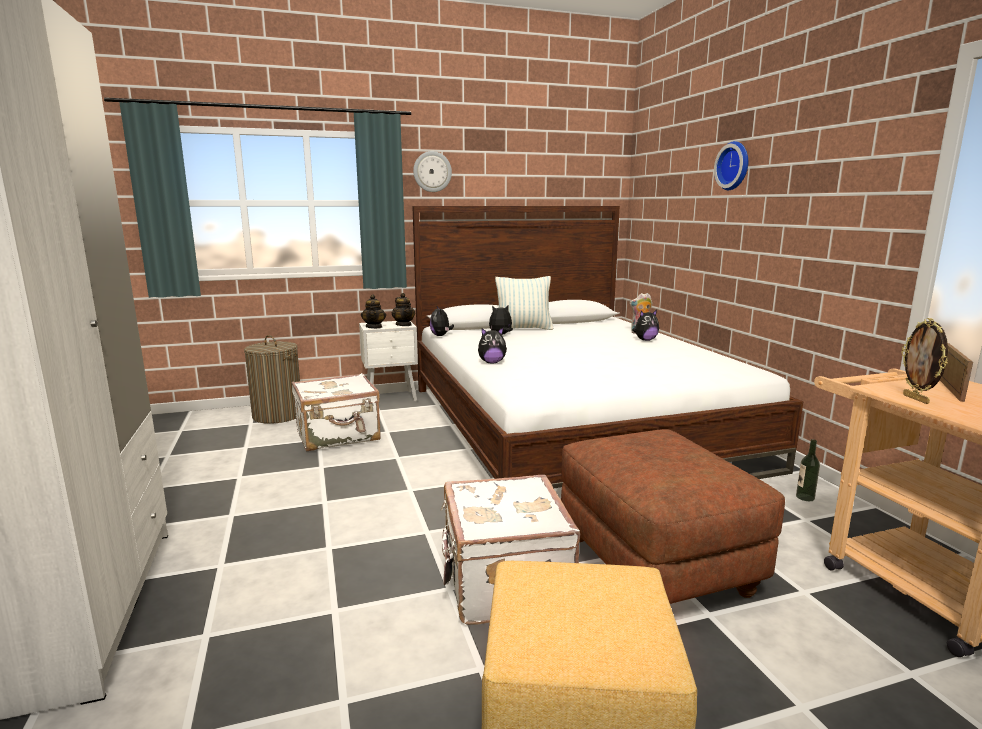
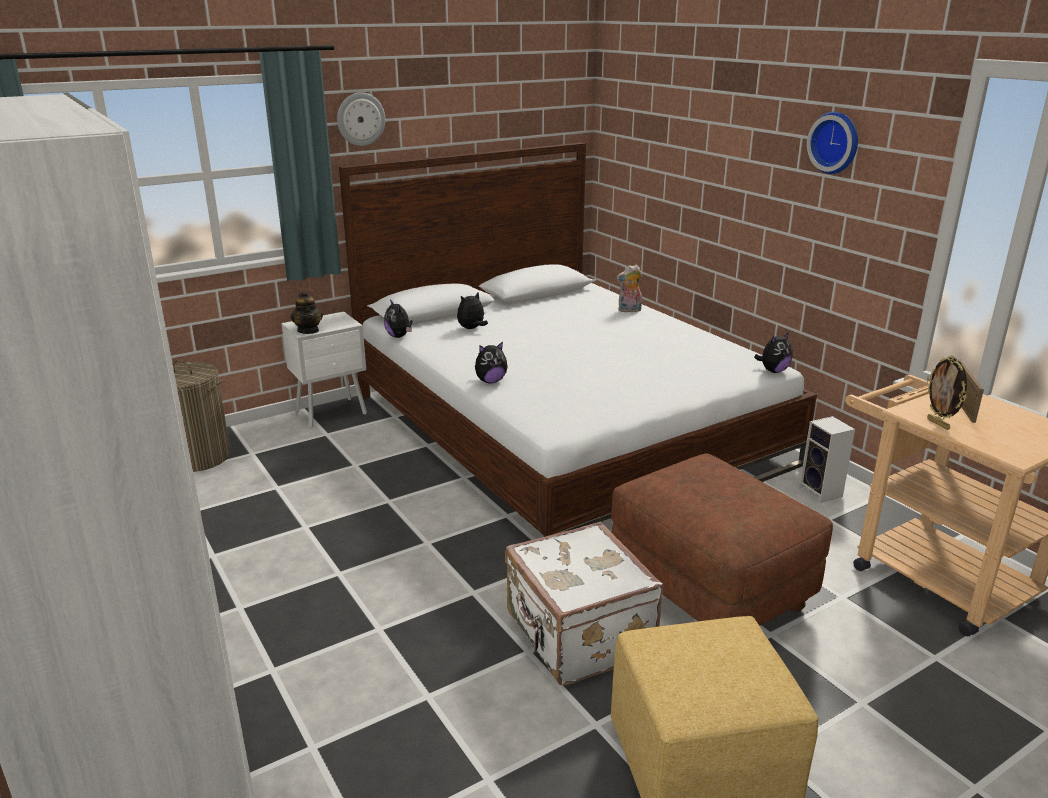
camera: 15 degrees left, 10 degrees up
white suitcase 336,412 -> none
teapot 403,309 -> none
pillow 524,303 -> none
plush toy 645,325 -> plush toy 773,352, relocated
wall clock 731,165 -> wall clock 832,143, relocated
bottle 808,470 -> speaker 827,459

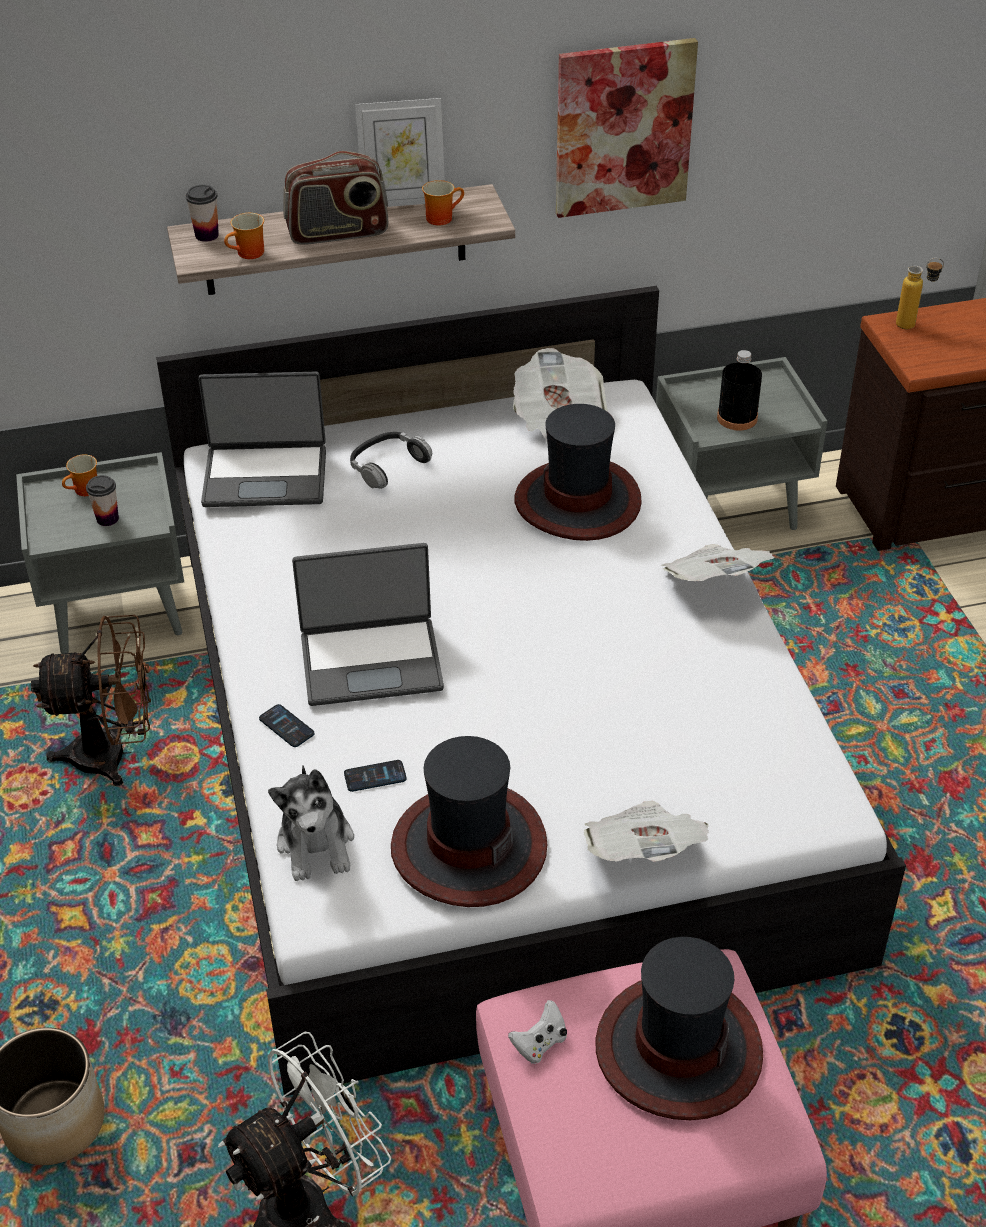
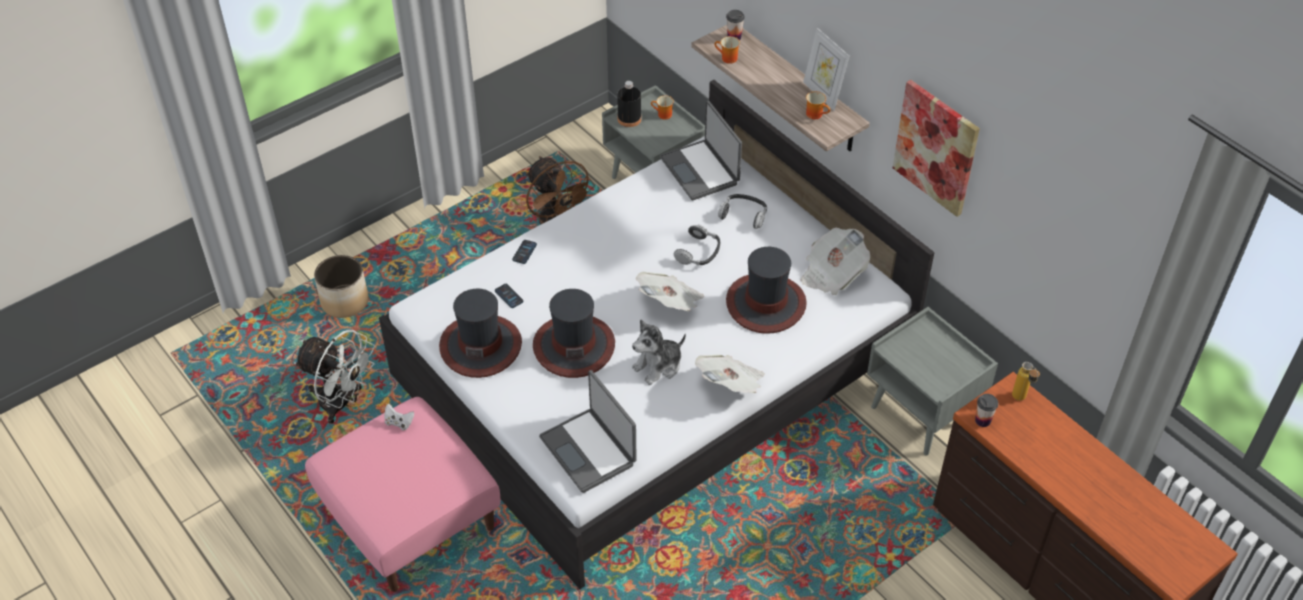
camera: 65 degrees right, 5 degrees up
cup 102,500 -> cup 986,410, relocated
plush toy 311,823 -> plush toy 659,352, relocated
radio 335,198 -> none
laptop 368,624 -> laptop 588,431, relocated
newspaper 646,831 -> newspaper 670,291, relocated
hat 679,1028 -> hat 574,333, relocated
black bottle 739,390 -> black bottle 629,104, relocated
none -> headphones 697,244

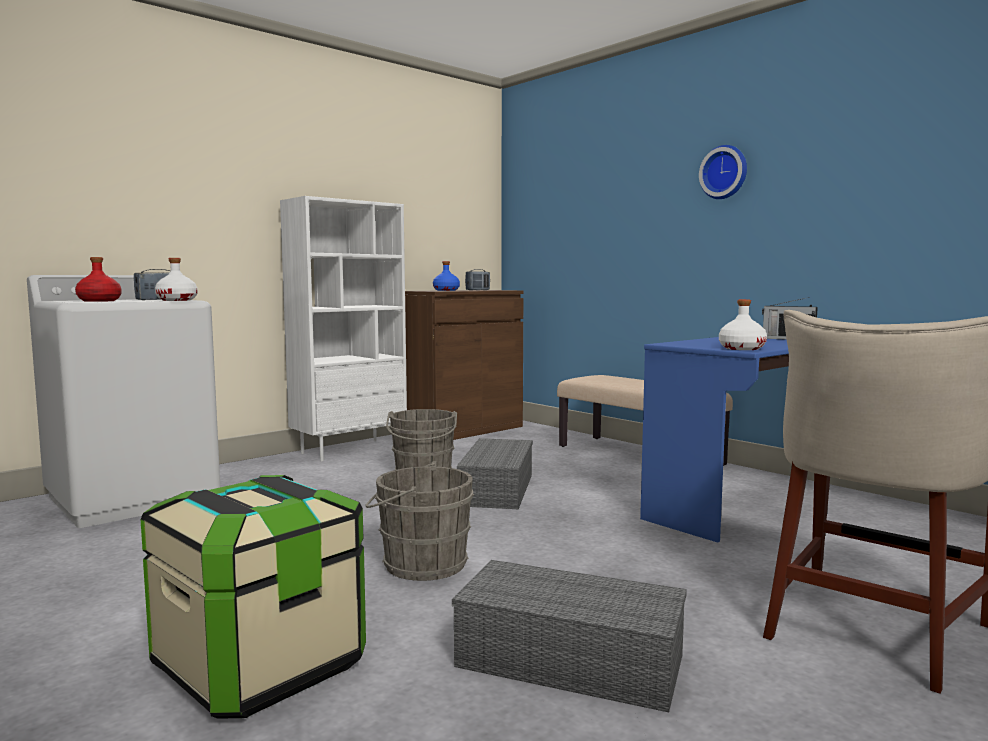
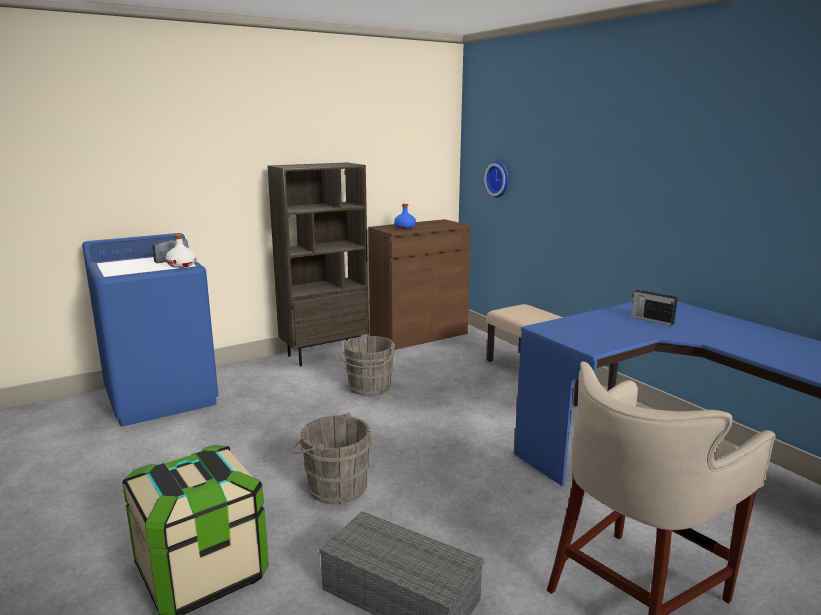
camera: 10 degrees right, 10 degrees up
white washing machine 123,401 -> blue washing machine 150,330
red bottle 98,279 -> none
white bookcase 343,328 -> brown bookcase 318,264
grey storage box 495,473 -> none
radio 477,279 -> none
wall clock 723,172 -> wall clock 496,179, relocated
white bottle 743,324 -> none

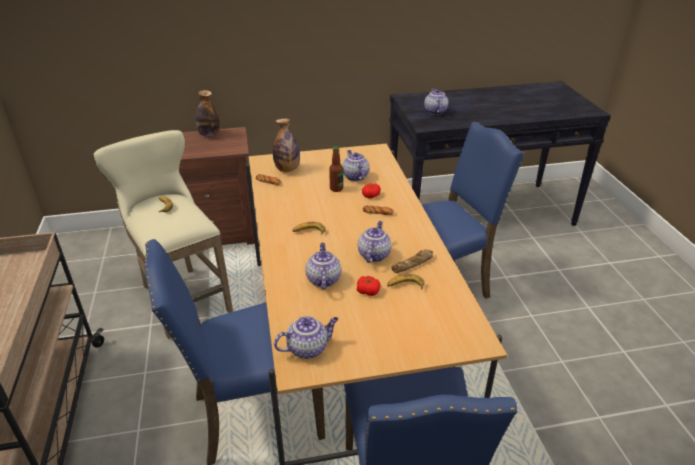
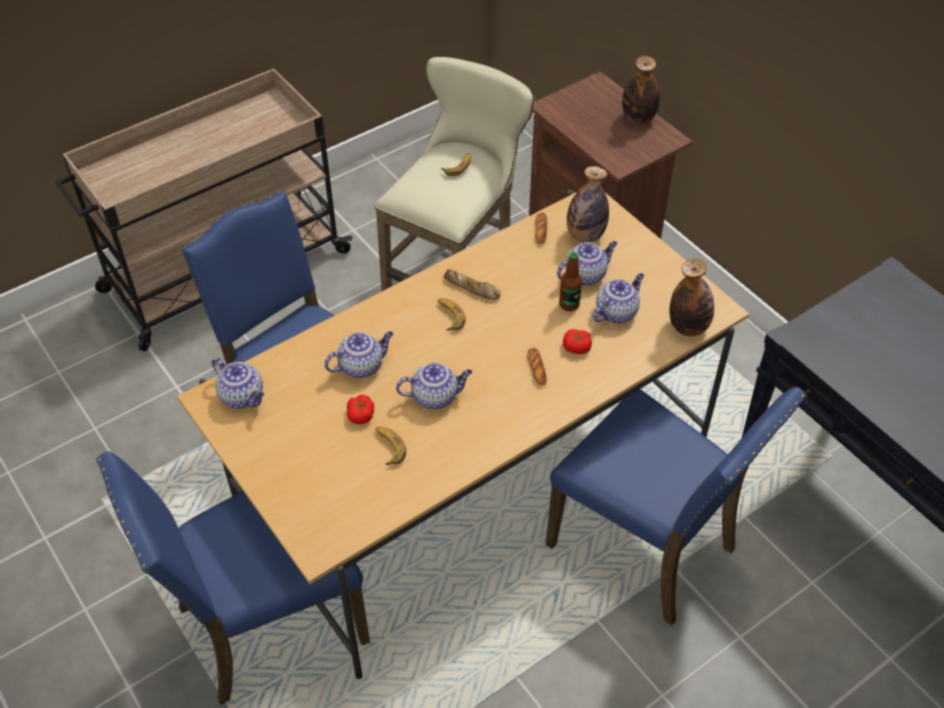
camera: 65 degrees right, 15 degrees up
bread 412,261 -> bread 472,284, relocated
teapot 436,101 -> teapot 587,263, relocated
none -> bottle 691,297

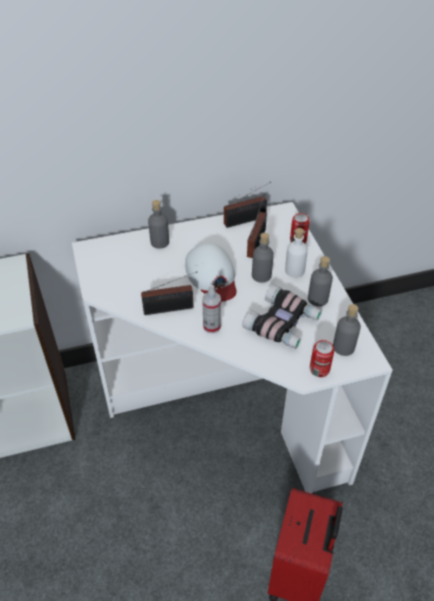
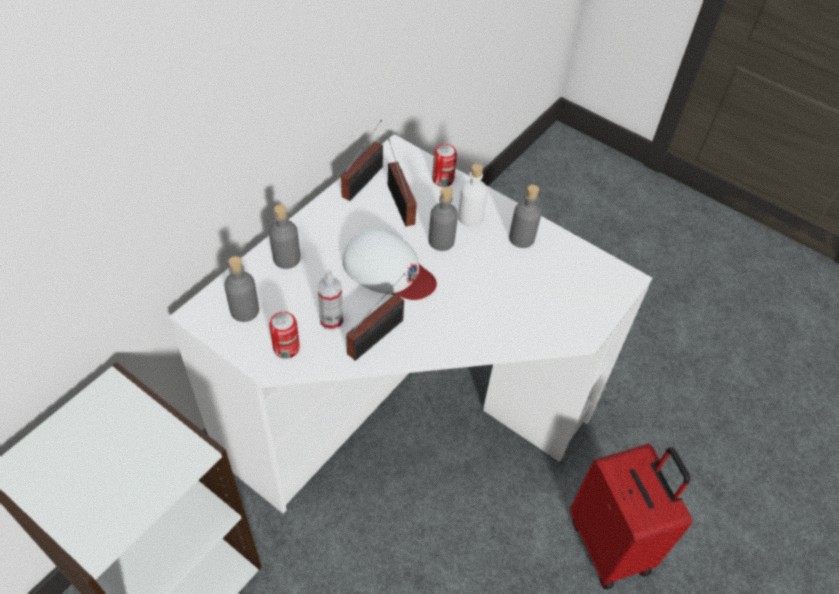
camera: 40 degrees left, 5 degrees up
spray bottle 211,309 -> spray bottle 330,299, relocated
binoculars 282,316 -> none
can 322,358 -> can 284,335, relocated
grey bottle 347,330 -> grey bottle 241,289, relocated

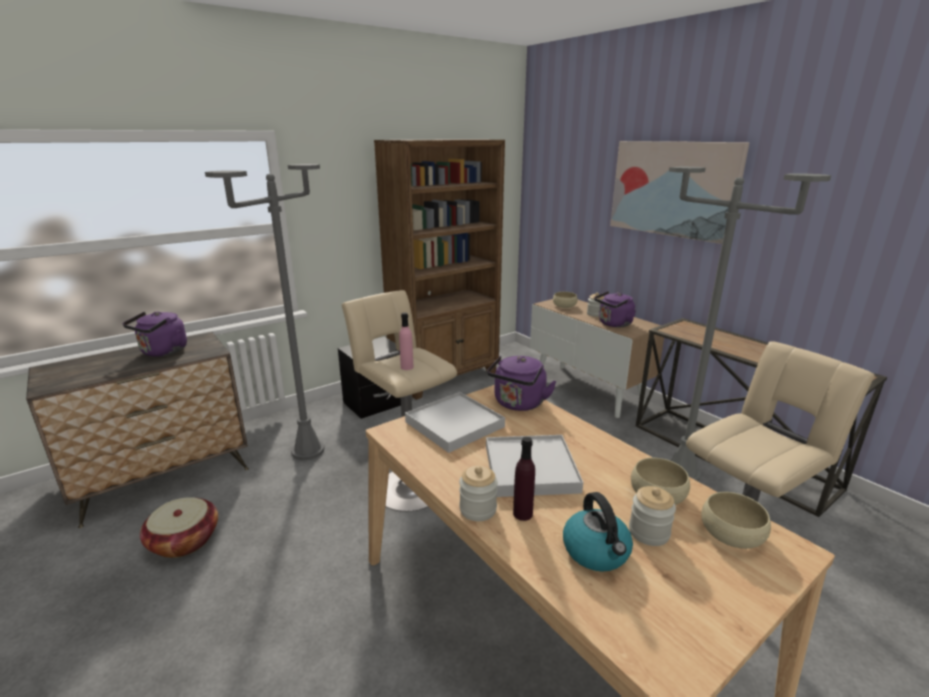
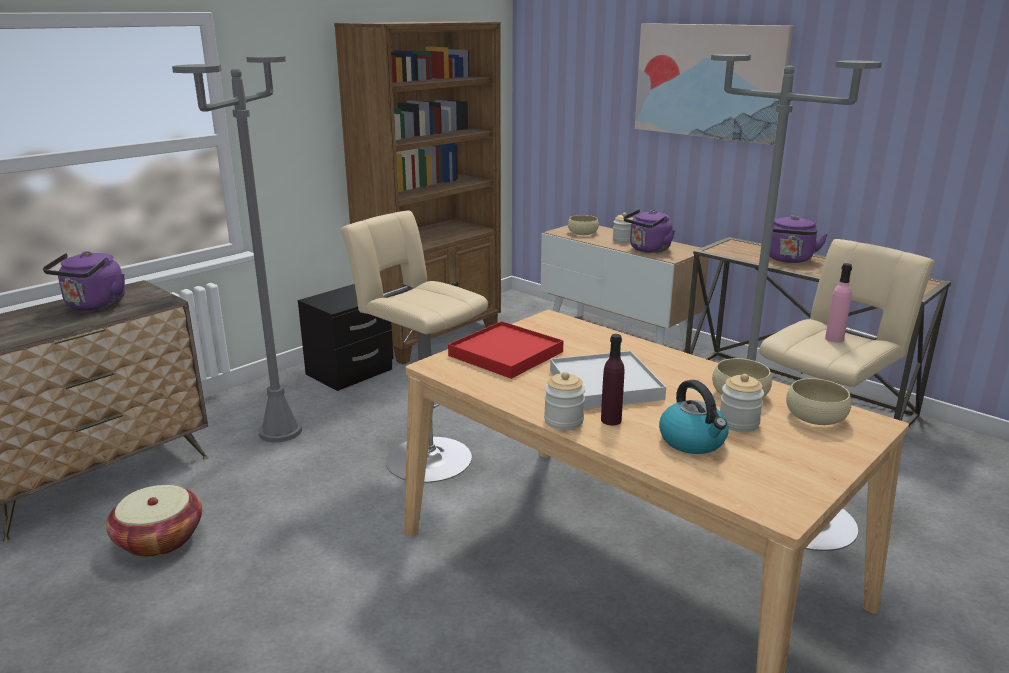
camera: 10 degrees left, 0 degrees up
pink bottle 406,341 -> pink bottle 838,303, relocated
white tray 455,422 -> red tray 506,350
purple kettle 522,383 -> purple kettle 799,239, relocated

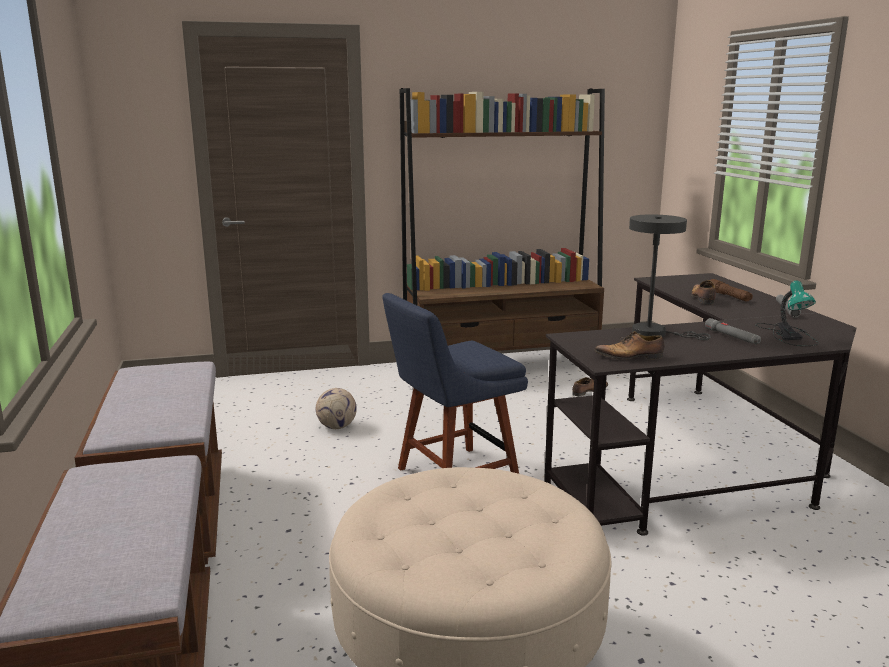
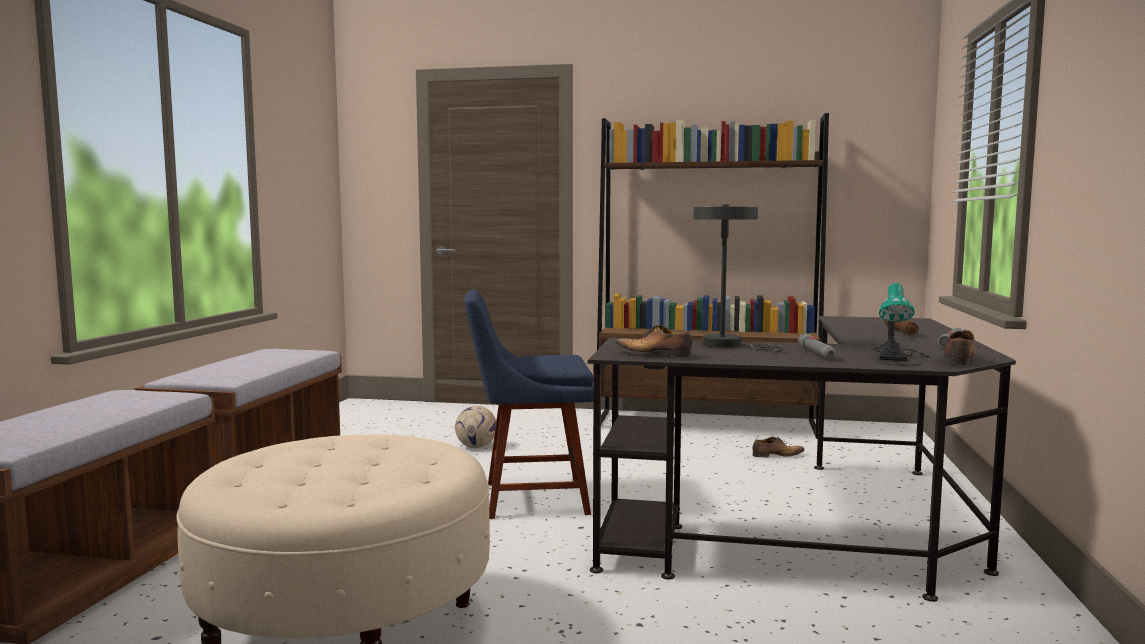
camera: 25 degrees right, 10 degrees down
shoe 703,292 -> shoe 959,347, relocated

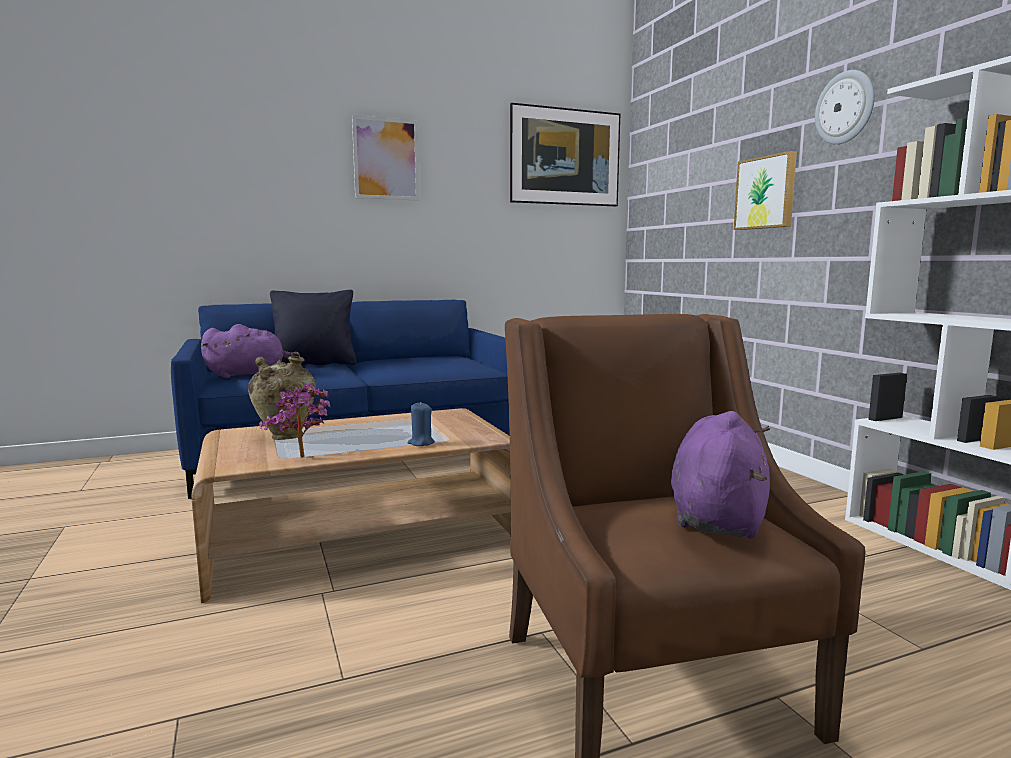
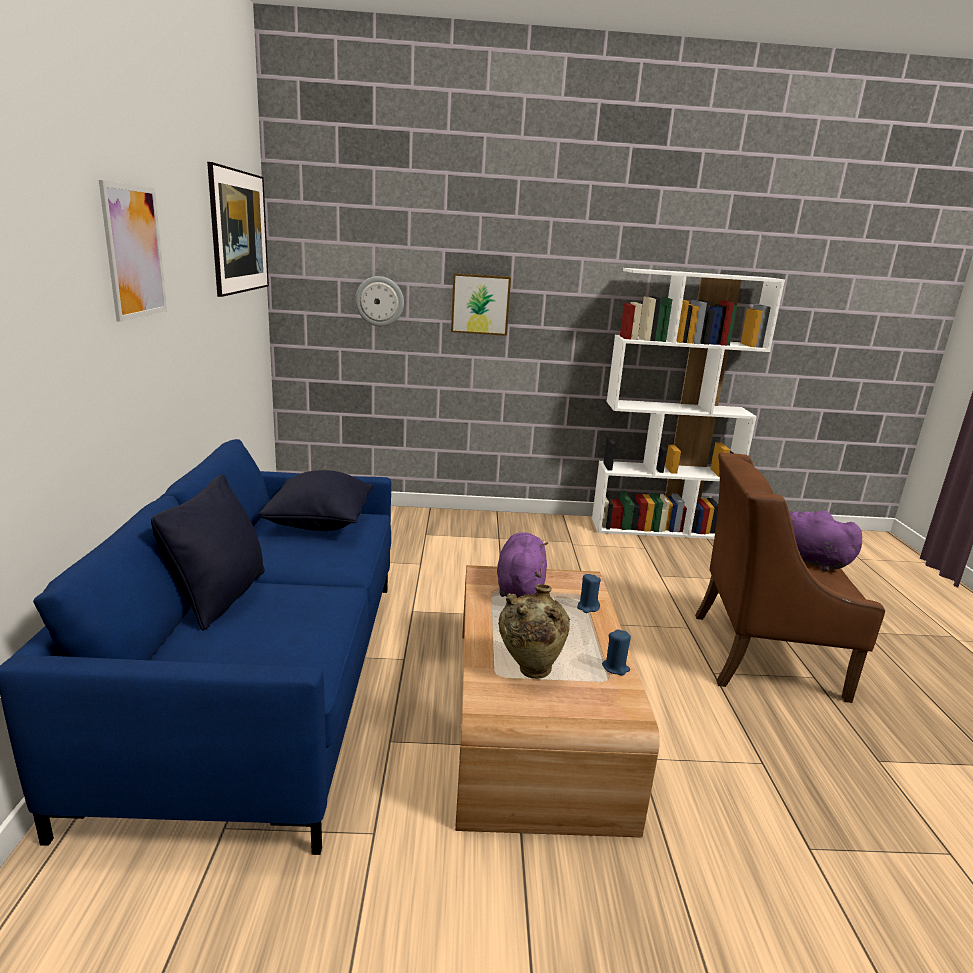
camera: 70 degrees left, 10 degrees up
purple plush toy 250,351 -> purple plush toy 522,565, relocated
potted plant 294,421 -> blue candle 616,652
wall clock 845,107 -> wall clock 379,301, relocated
none -> black pillow 316,500

